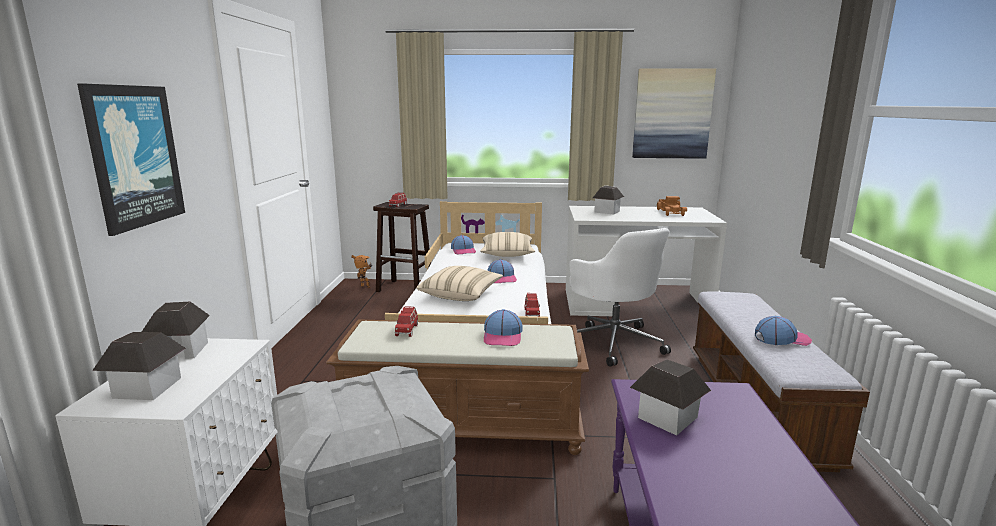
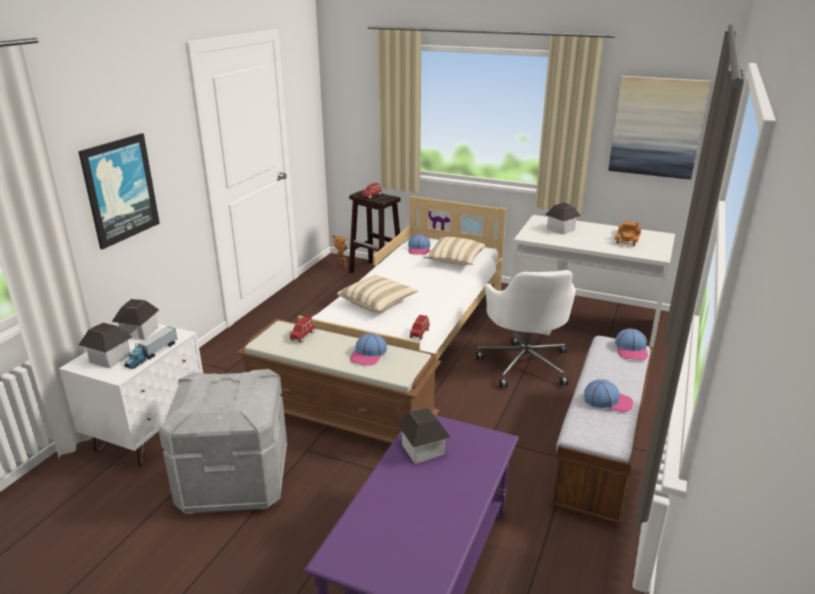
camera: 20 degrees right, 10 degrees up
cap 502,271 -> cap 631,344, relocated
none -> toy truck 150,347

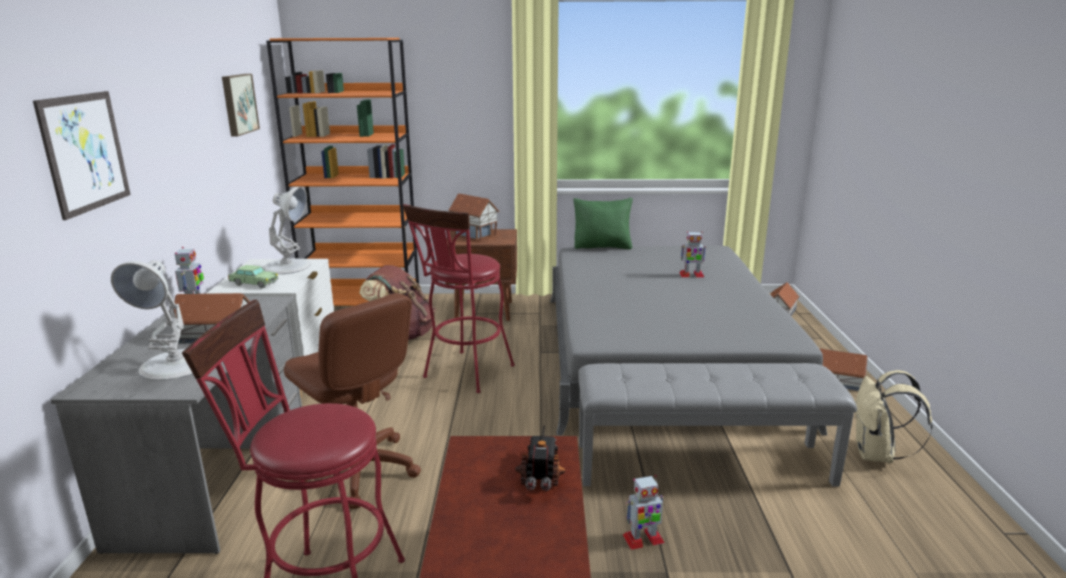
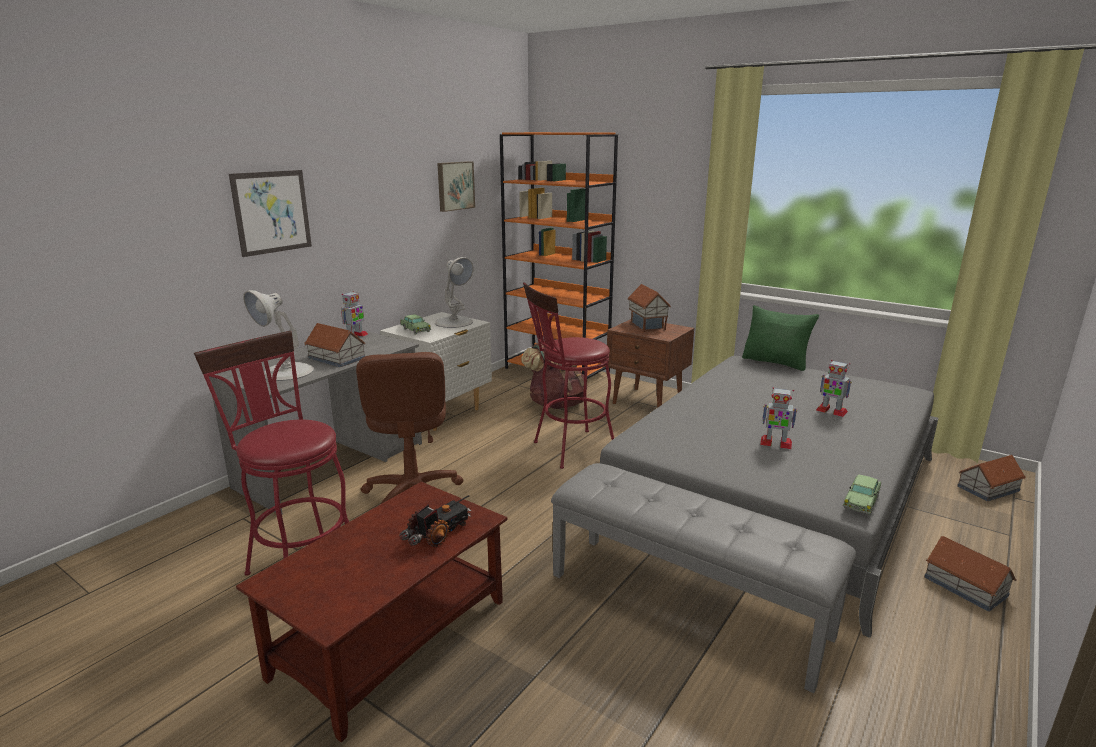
camera: 35 degrees right, 0 degrees up
toy robot 644,512 -> toy robot 778,418, relocated
beige backpack 893,416 -> none
none -> toy car 862,495

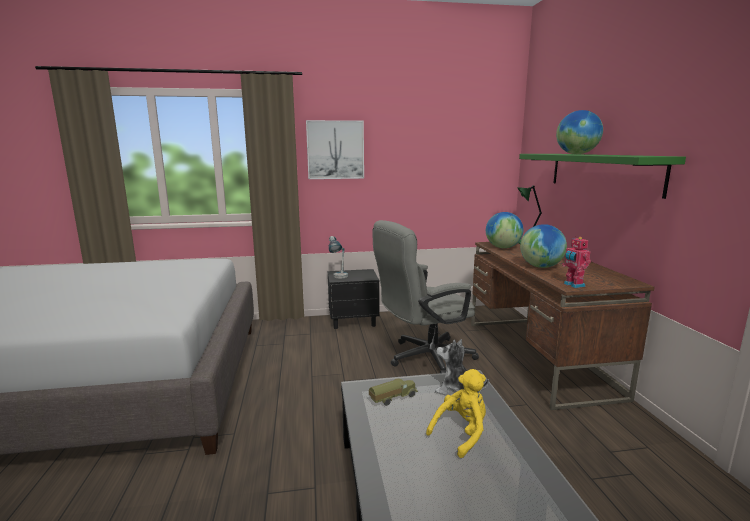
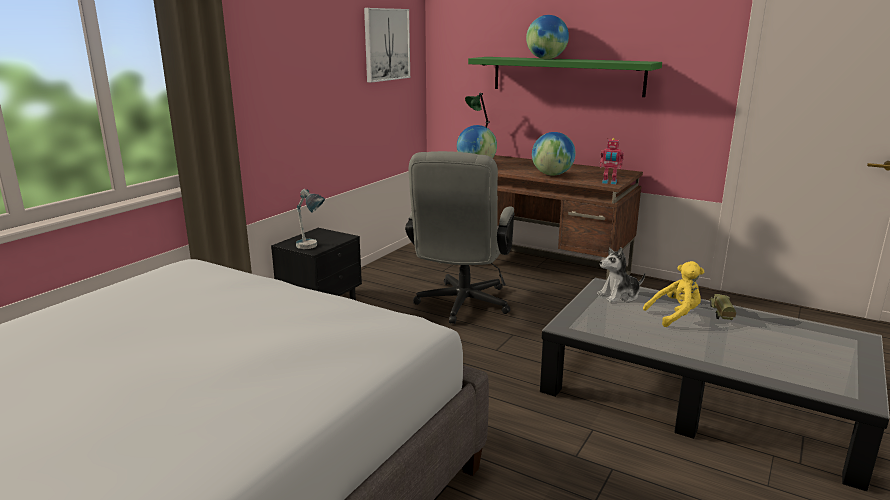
camera: 50 degrees left, 5 degrees up
picture 335,149 -> picture 387,45, relocated
toy truck 393,392 -> toy truck 722,307, relocated
yellow plush toy 456,413 -> yellow plush toy 673,294, 75 degrees clockwise

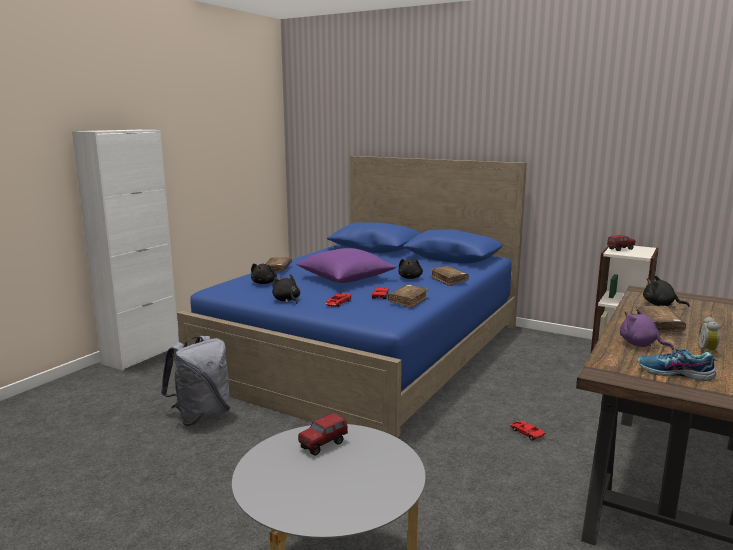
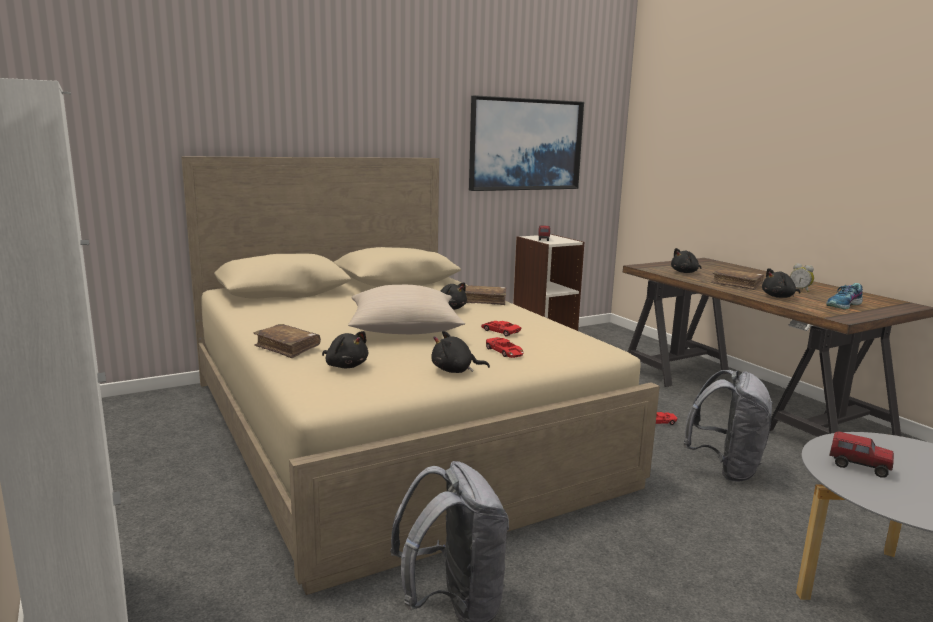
camera: 60 degrees left, 0 degrees up
blue bed 352,297 -> beige bed 420,375
purple pillow 346,265 -> beige pillow 406,309
toy truck 323,434 -> toy truck 861,454, 45 degrees counterclockwise
brown book 408,296 -> none
purple plush toy 647,329 -> black plush toy 781,283
none -> picture 526,143
none -> grey backpack 728,426

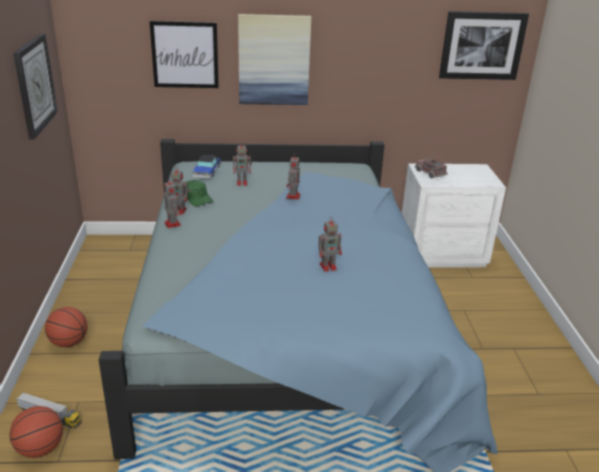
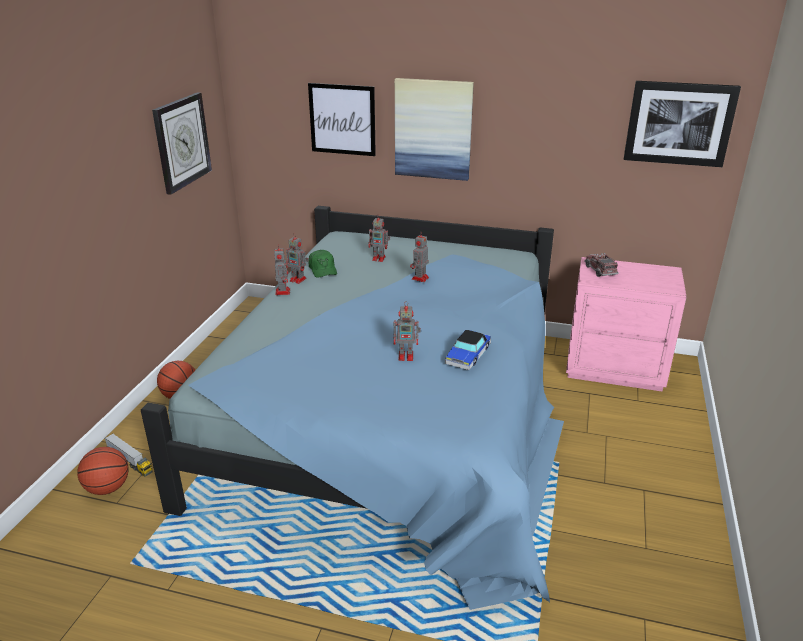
camera: 20 degrees right, 0 degrees up
toy car 206,167 -> toy car 468,350, relocated
white nightstand 454,215 -> pink nightstand 626,324

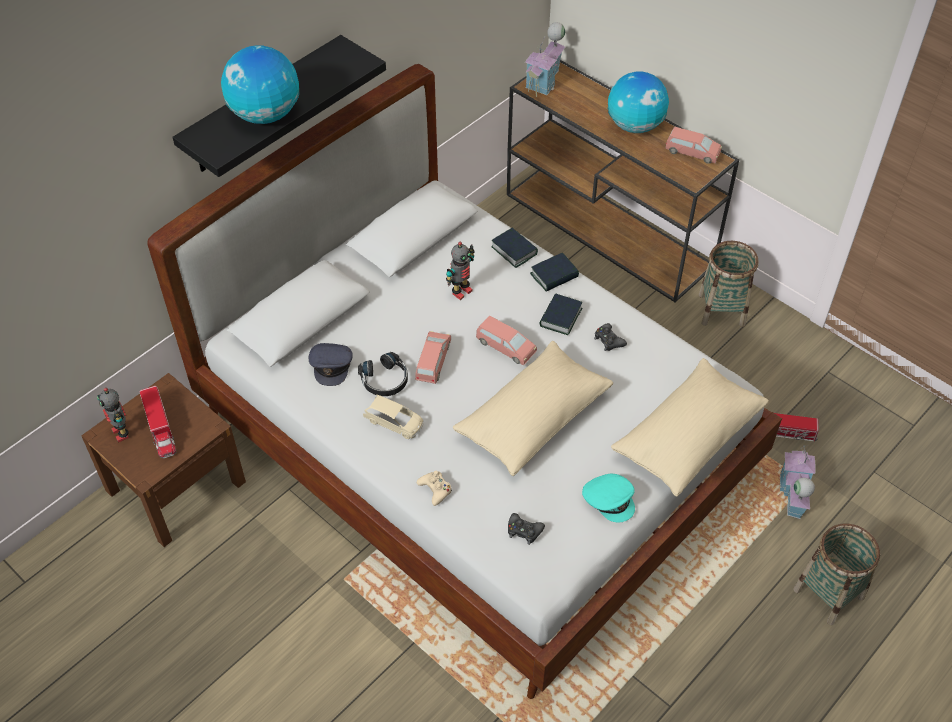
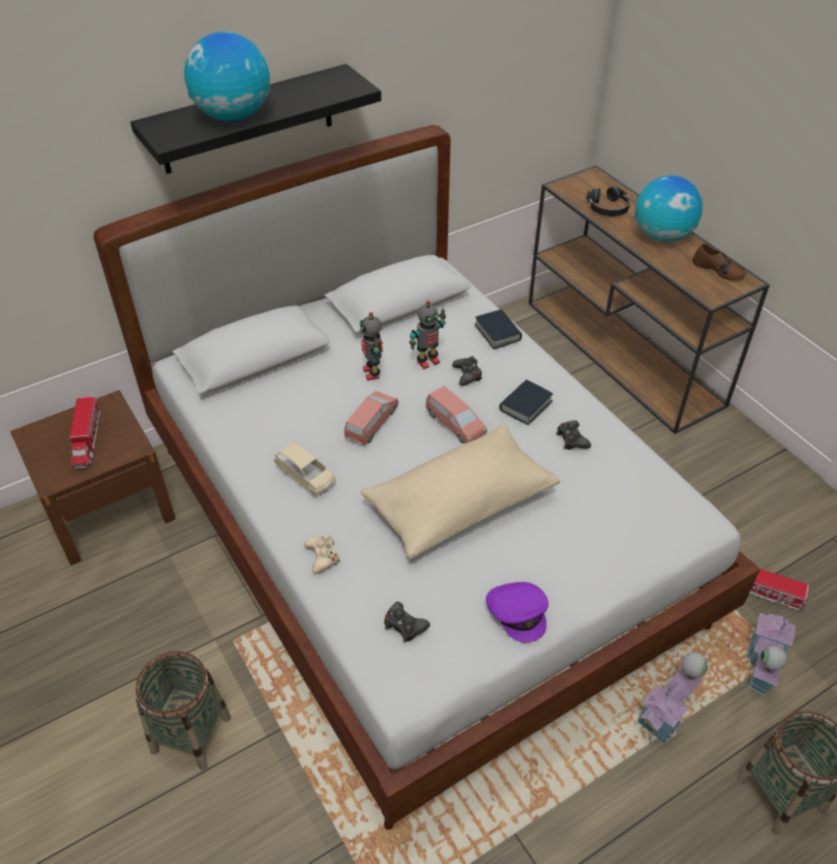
camera: 15 degrees right, 5 degrees down
toy robot 113,415 -> toy robot 371,346, relocated
grey cap 330,364 -> none
black headphones 383,374 -> black headphones 608,201, relocated
toy house 545,59 -> toy house 673,698, relocated
book 554,272 -> none
turquoise cap 608,498 -> purple cap 517,612
beige pillow 690,427 -> none
pink toy car 693,145 -> brown shoe 719,262
basket 728,284 -> basket 183,710, relocated
none -> black game controller 467,371

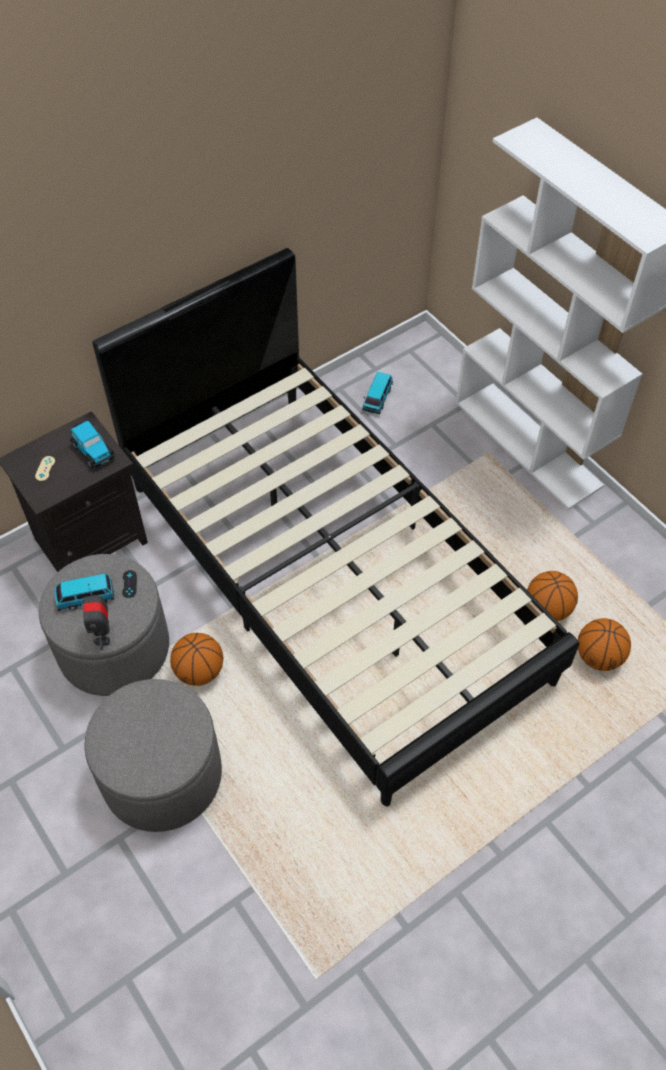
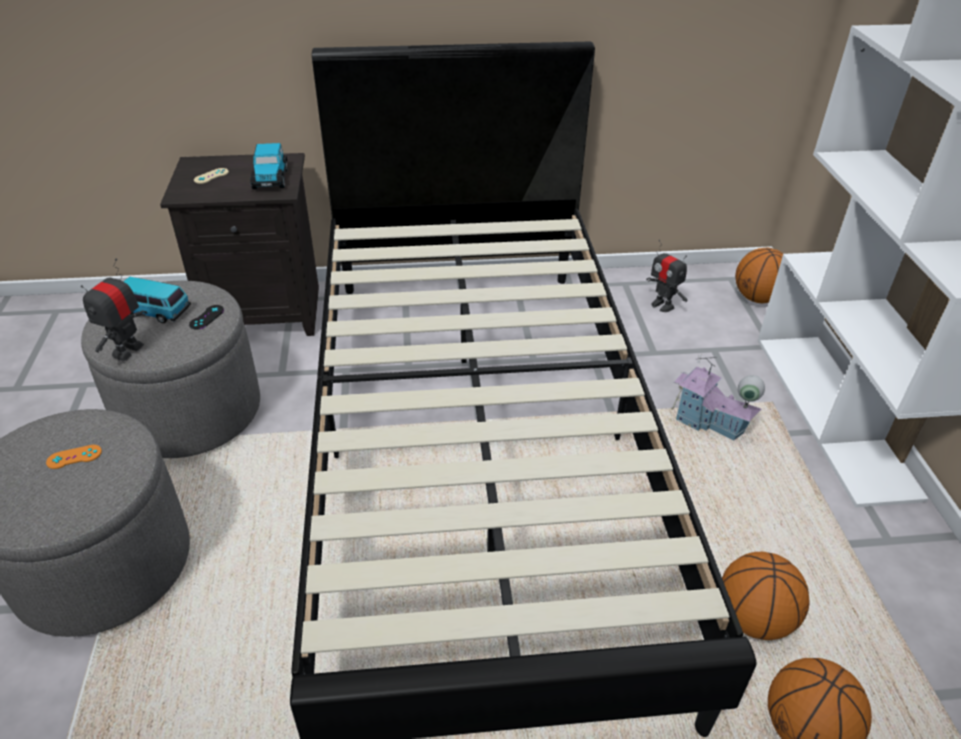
camera: 30 degrees right, 15 degrees down
basketball 196,659 -> basketball 759,275, relocated
toy car 377,393 -> toy robot 666,276
none -> orange game controller 74,457
none -> toy house 718,396

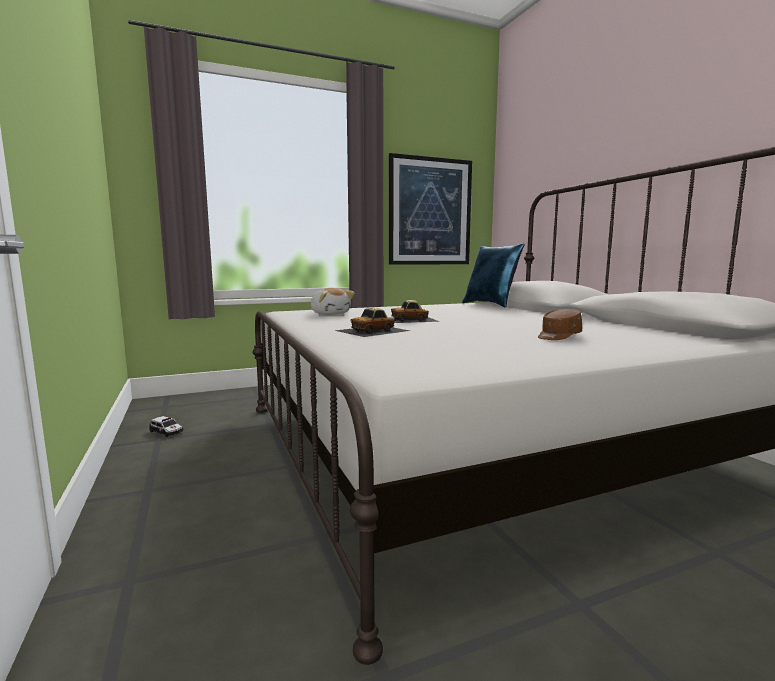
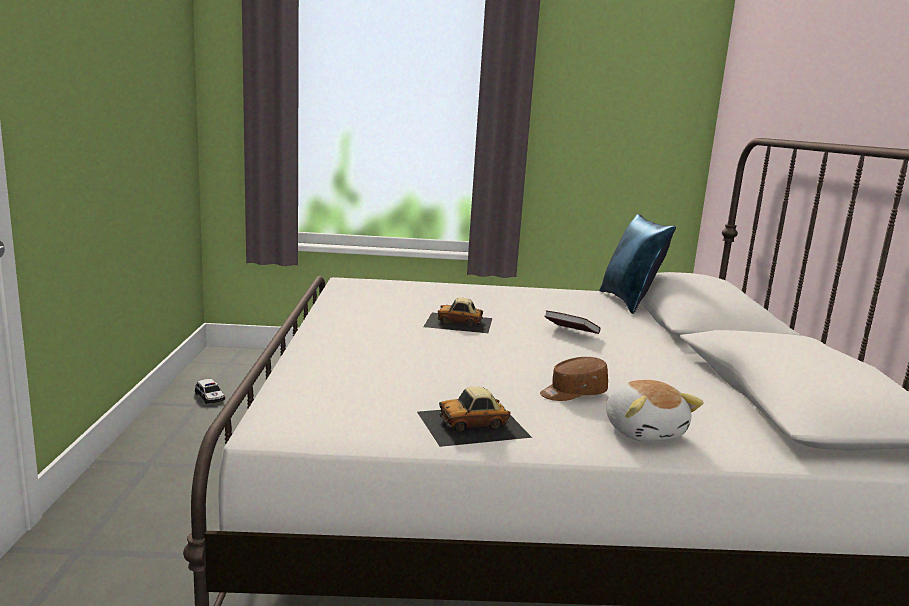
camera: 20 degrees right, 5 degrees up
plush toy 333,301 -> plush toy 655,411, relocated
toy car 372,322 -> toy car 474,417, relocated
picture 430,209 -> none
none -> book 572,322

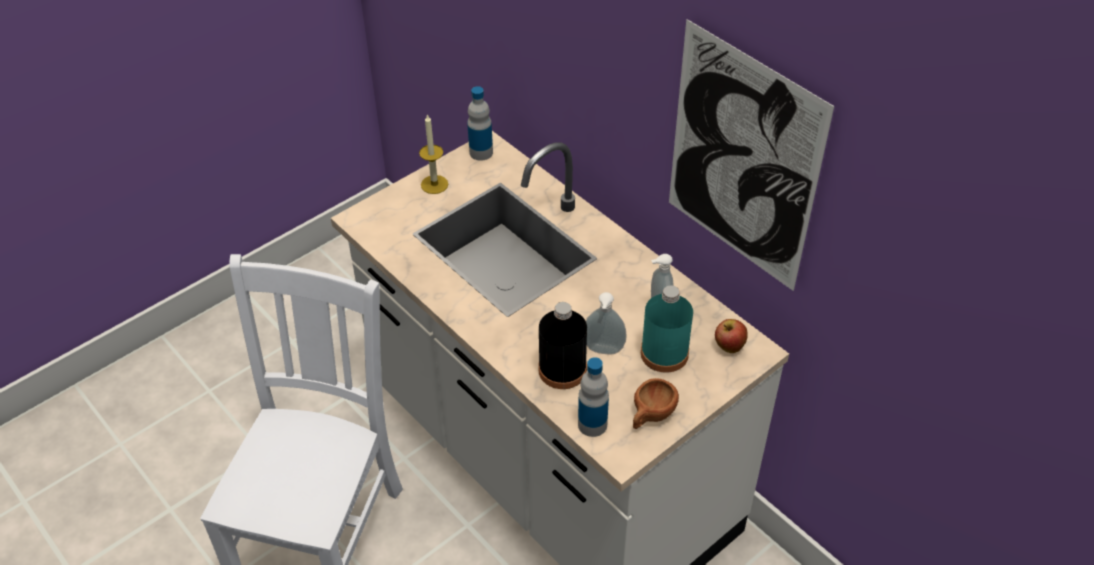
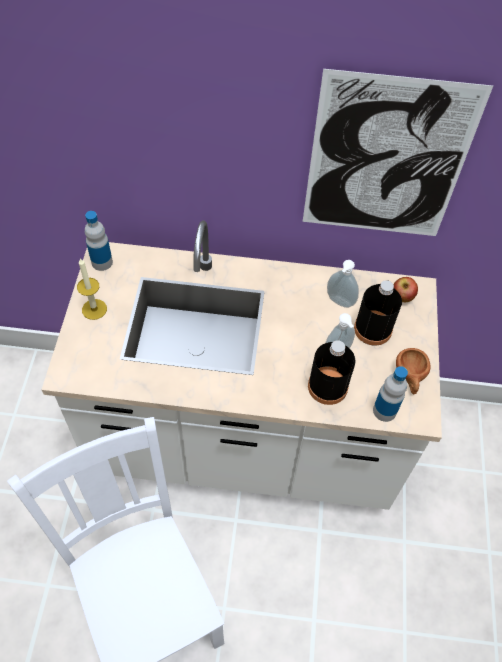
camera: 45 degrees left, 10 degrees up
turquoise bottle 667,329 -> black bottle 378,313

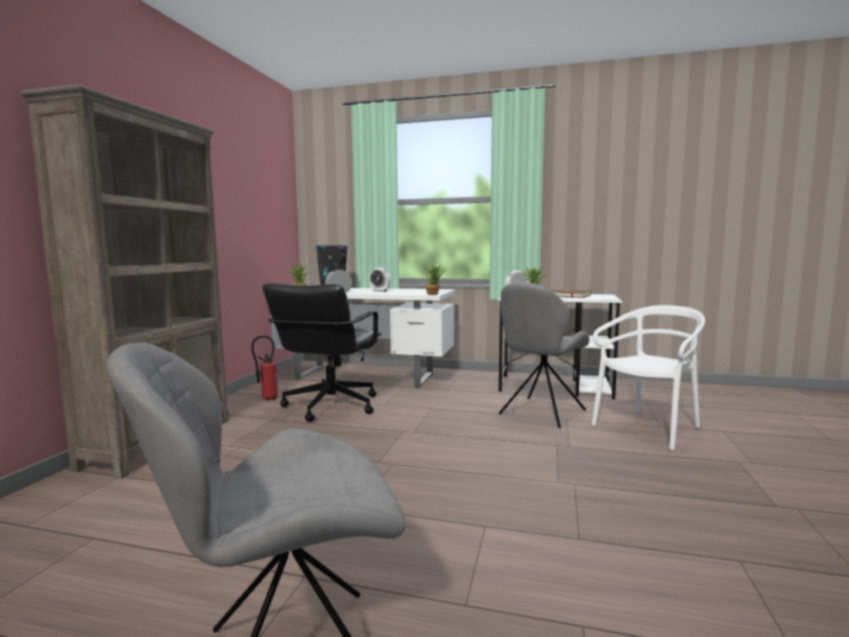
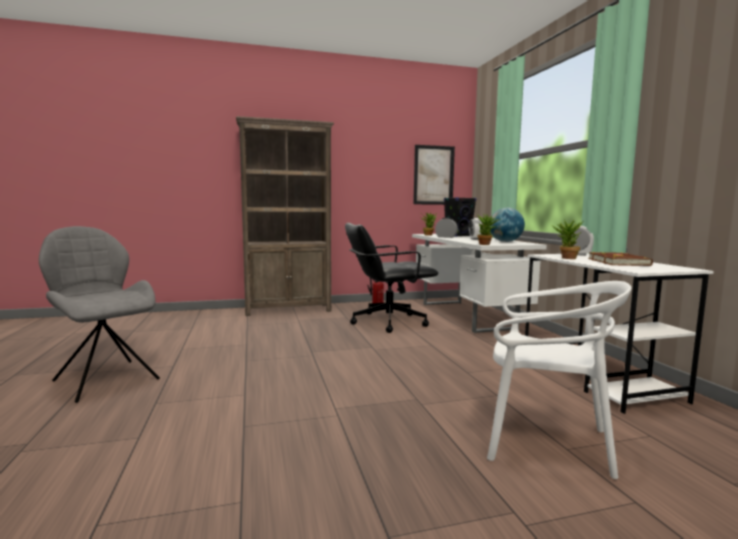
camera: 60 degrees right, 0 degrees up
grey chair 544,355 -> none
none -> picture 434,175
none -> globe 507,225

